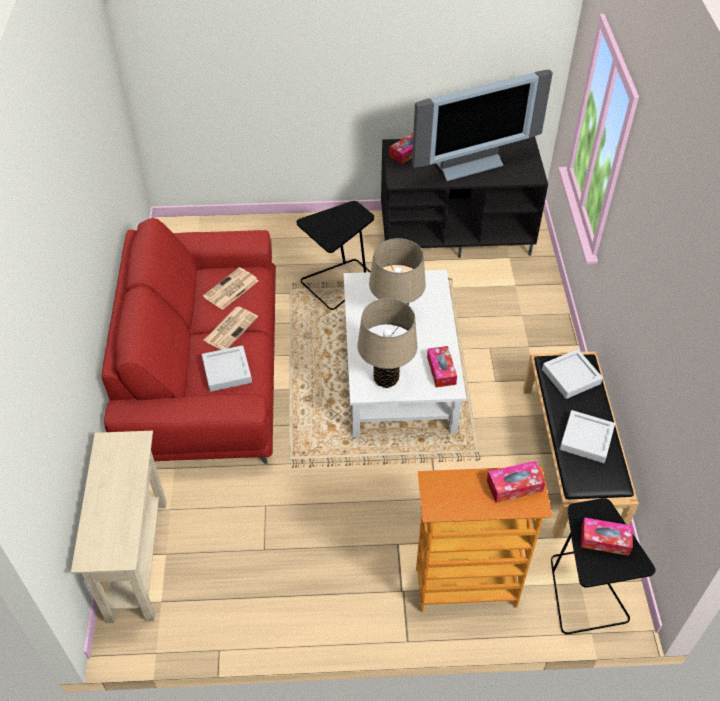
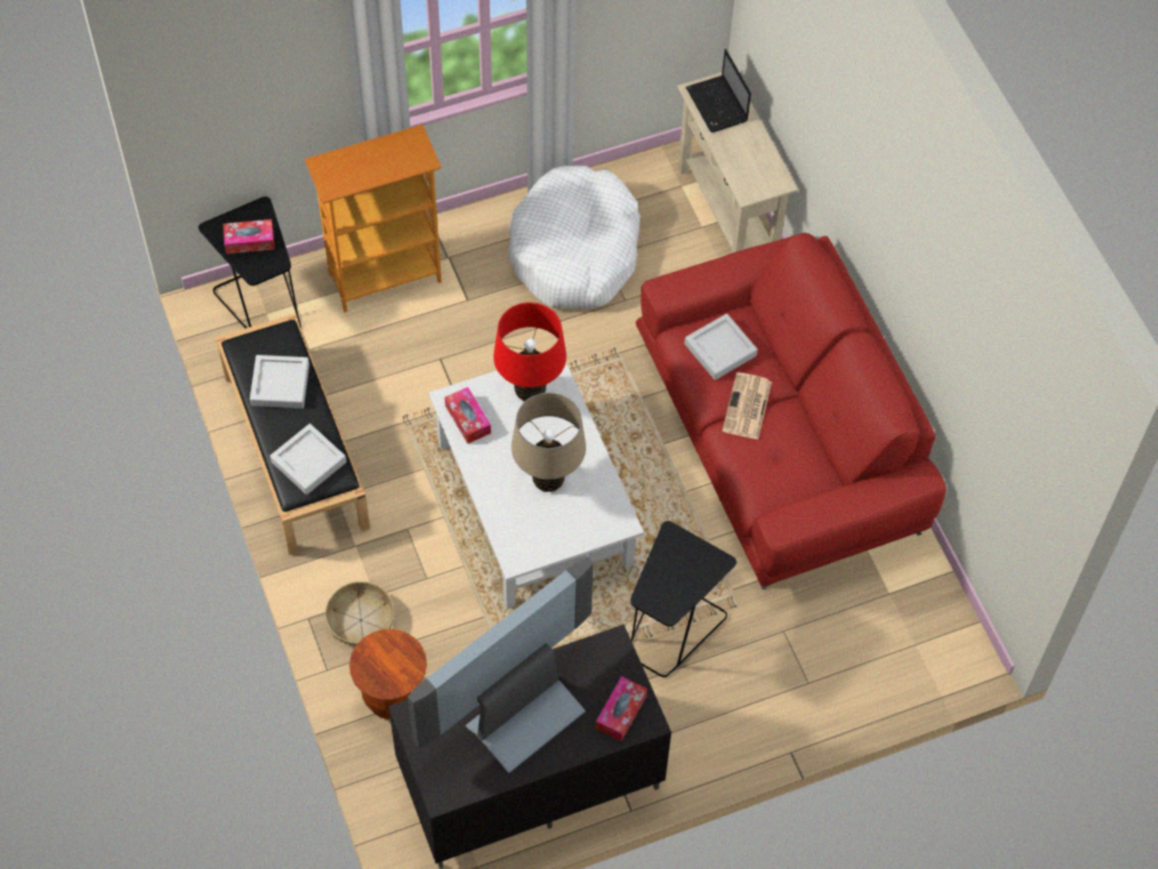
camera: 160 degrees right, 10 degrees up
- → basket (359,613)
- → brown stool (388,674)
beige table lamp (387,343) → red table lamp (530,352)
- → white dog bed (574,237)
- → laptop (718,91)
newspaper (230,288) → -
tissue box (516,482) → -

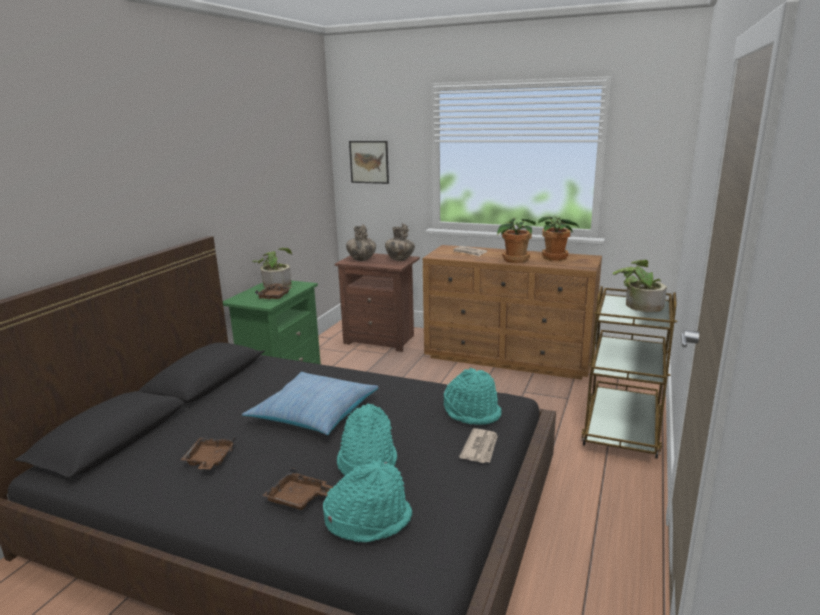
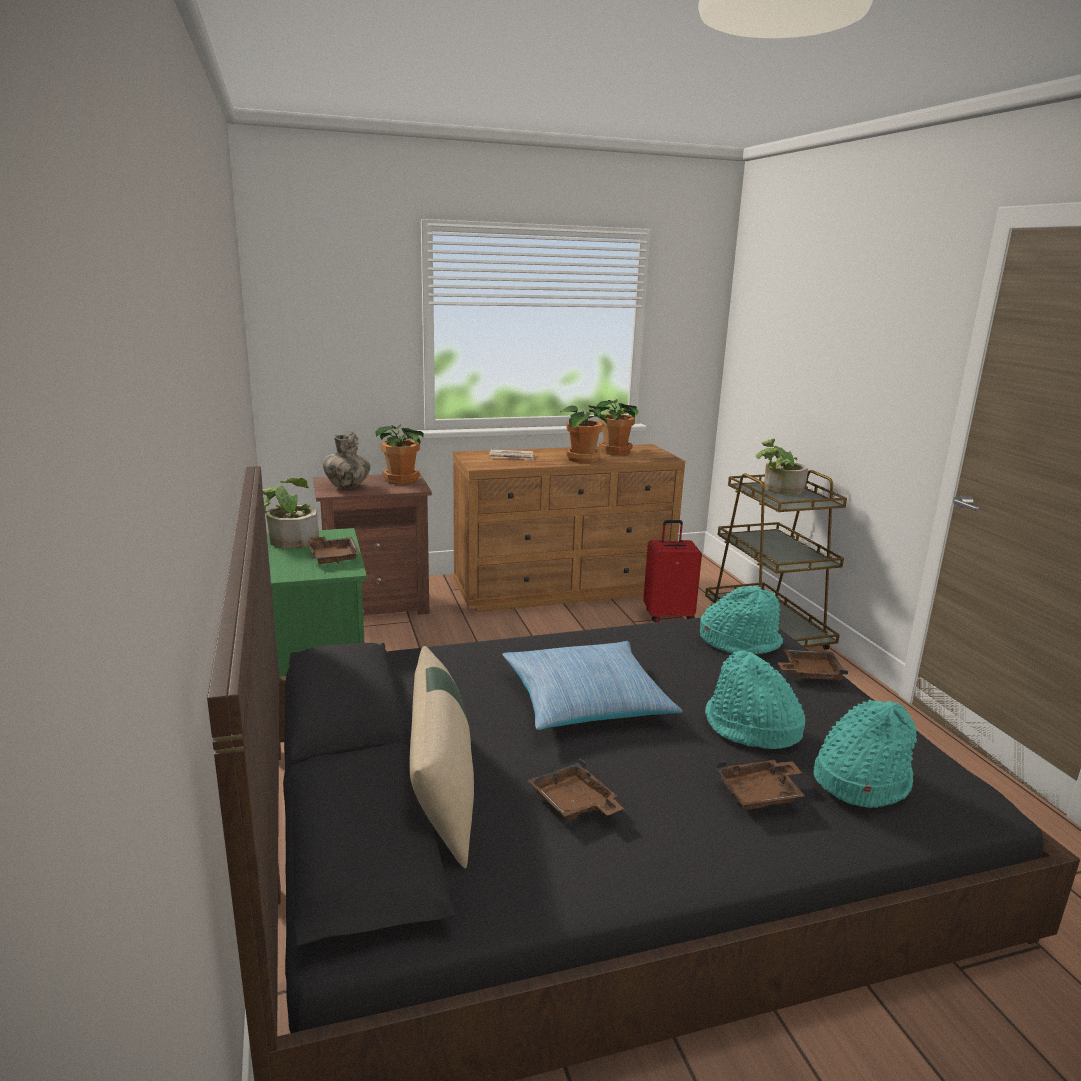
camera: 40 degrees left, 0 degrees up
vase (400,242) → potted plant (400,454)
- → beige pillow (441,757)
- → red suitcase (672,571)
newspaper (478,445) → brown tray (813,664)
picture (369,162) → -

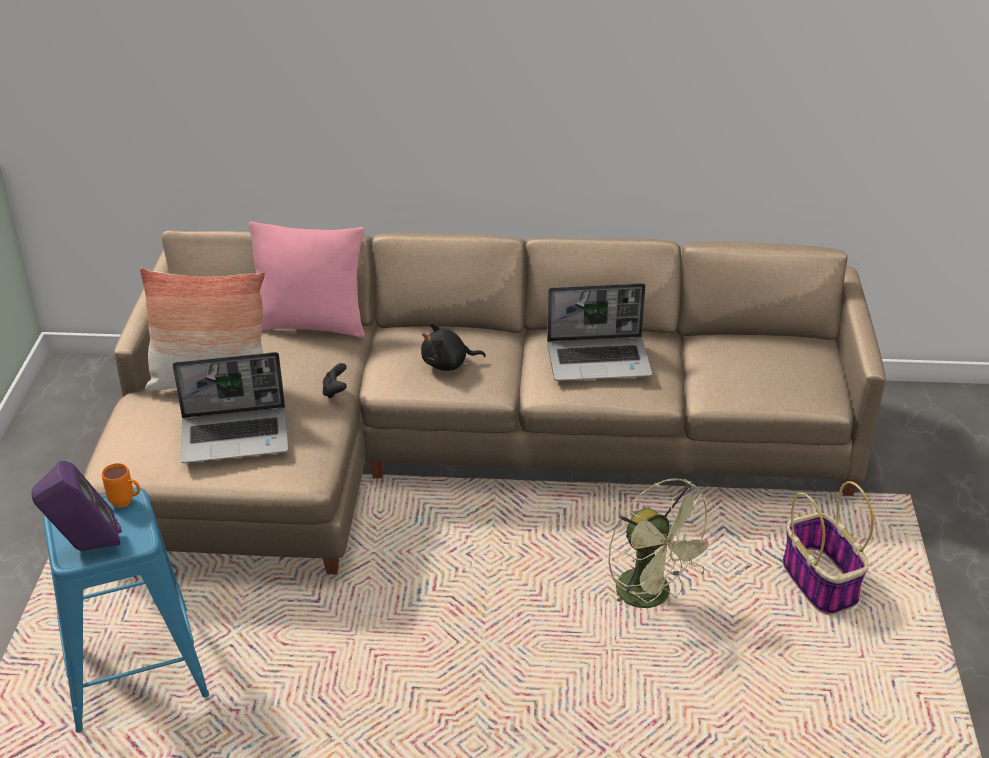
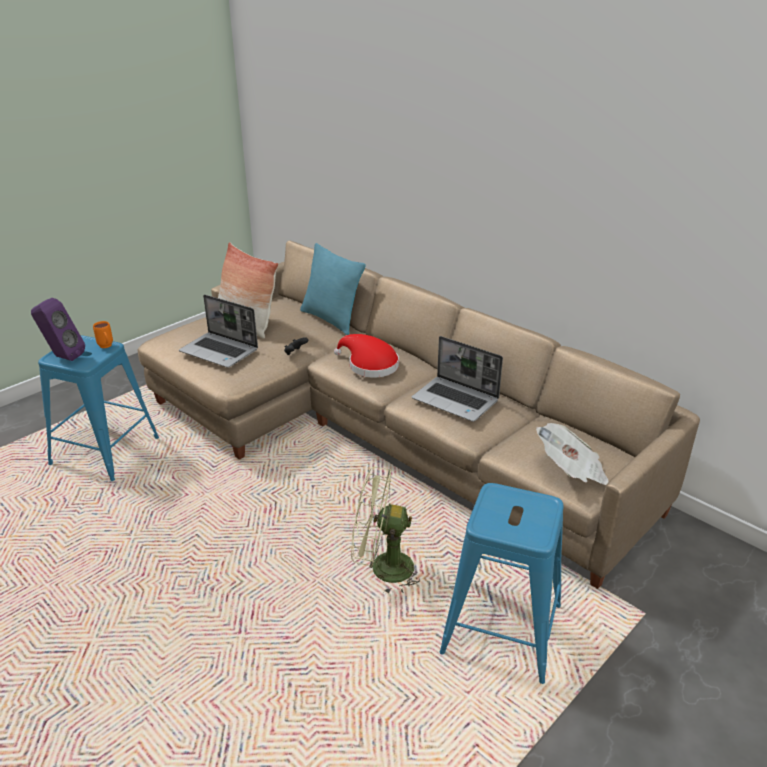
camera: 40 degrees right, 5 degrees down
pink pillow (307,279) → turquoise pillow (333,289)
black plush toy (453,347) → red hat (366,356)
green fan (664,543) → green fan (388,530), 90 degrees clockwise
basket (828,548) → blue stool (502,583)
- → newspaper (572,454)

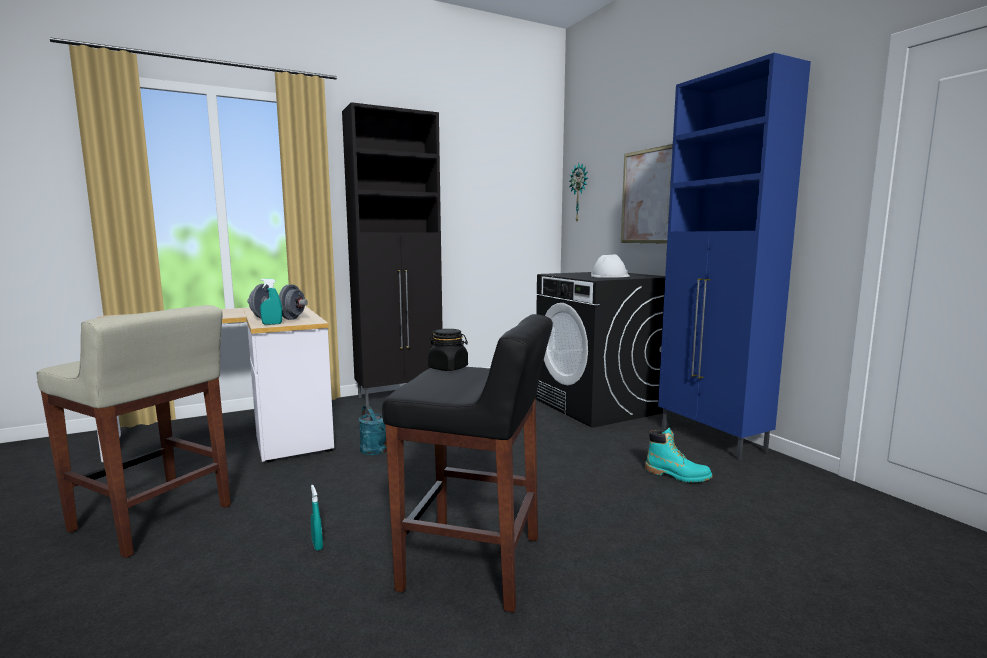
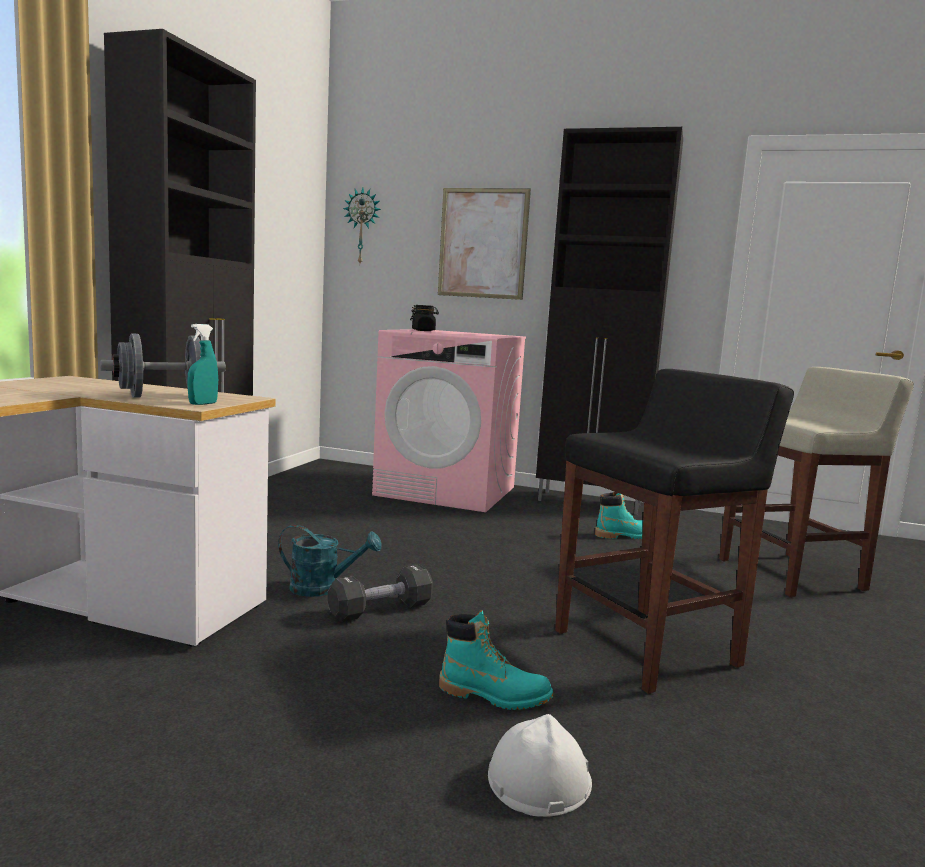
camera: 45 degrees left, 0 degrees up
- → black dumbbell (380,593)
black washing machine (600,350) → pink washing machine (449,420)
black jar (448,350) → black jar (424,318), move
turquoise spray bottle (317,518) → turquoise boot (496,660)
white hard hat (610,266) → white hard hat (540,765), move
blue cabinet (734,257) → black cabinet (609,321)
beige stool (134,431) → beige stool (816,482), move

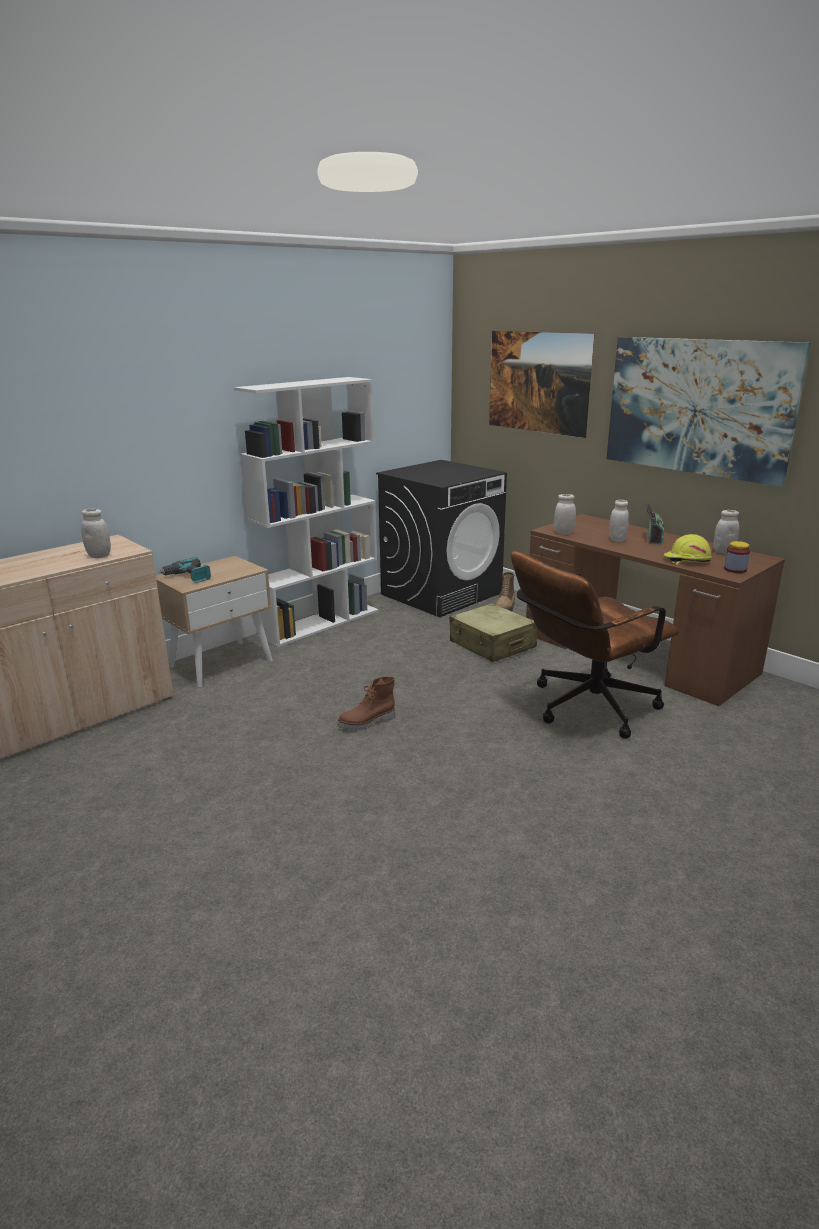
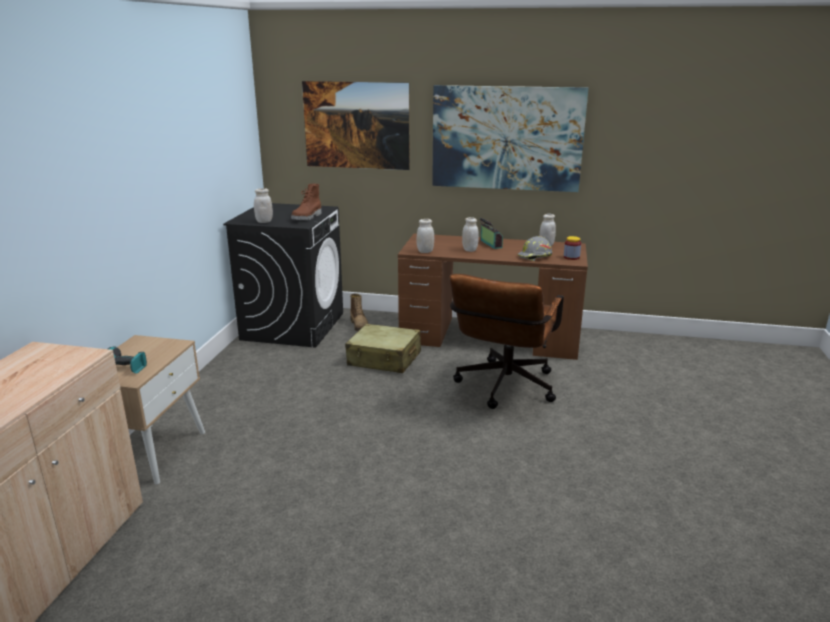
camera: 35 degrees left, 0 degrees up
white jar (96,533) → white jar (263,205), move
brown boot (366,703) → brown boot (306,201), move
yellow hard hat (687,549) → grey hard hat (534,248)
white bookcase (306,512) → -

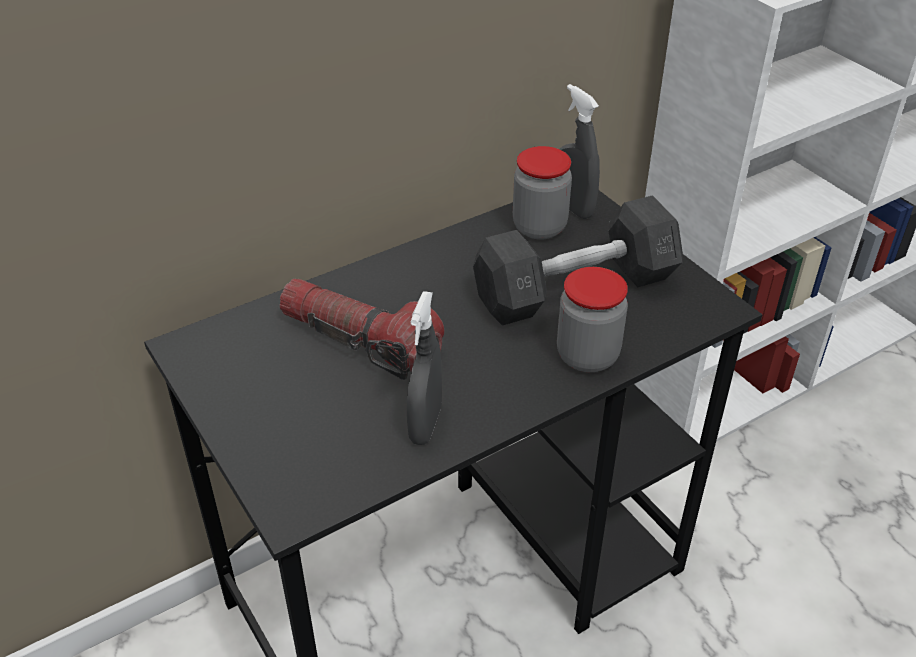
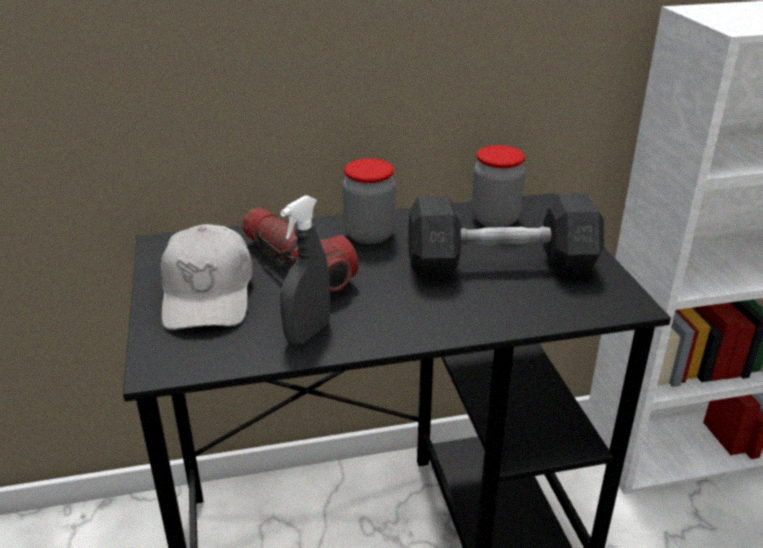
camera: 20 degrees right, 10 degrees down
- → white cap (206,277)
jar (592,319) → jar (369,201), move
grey spray bottle (580,151) → -

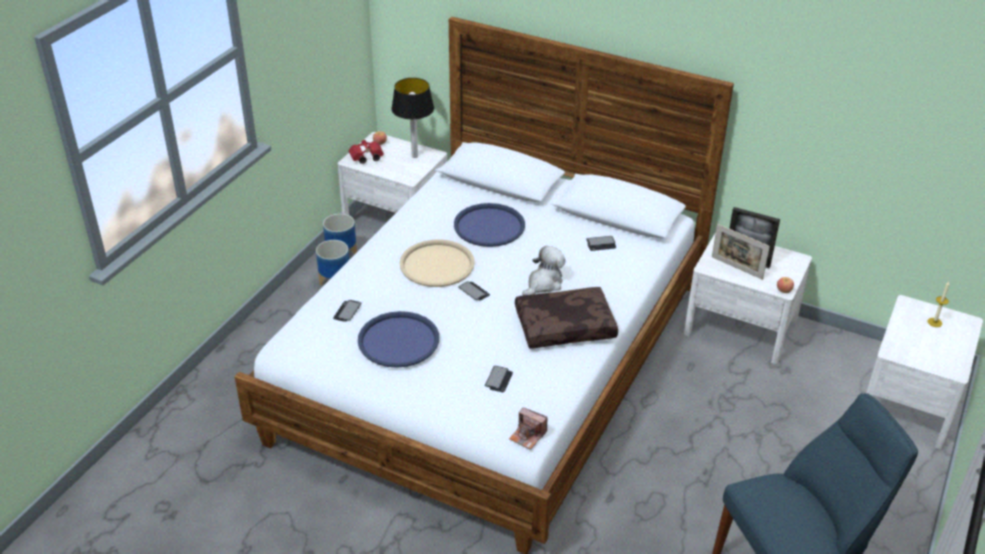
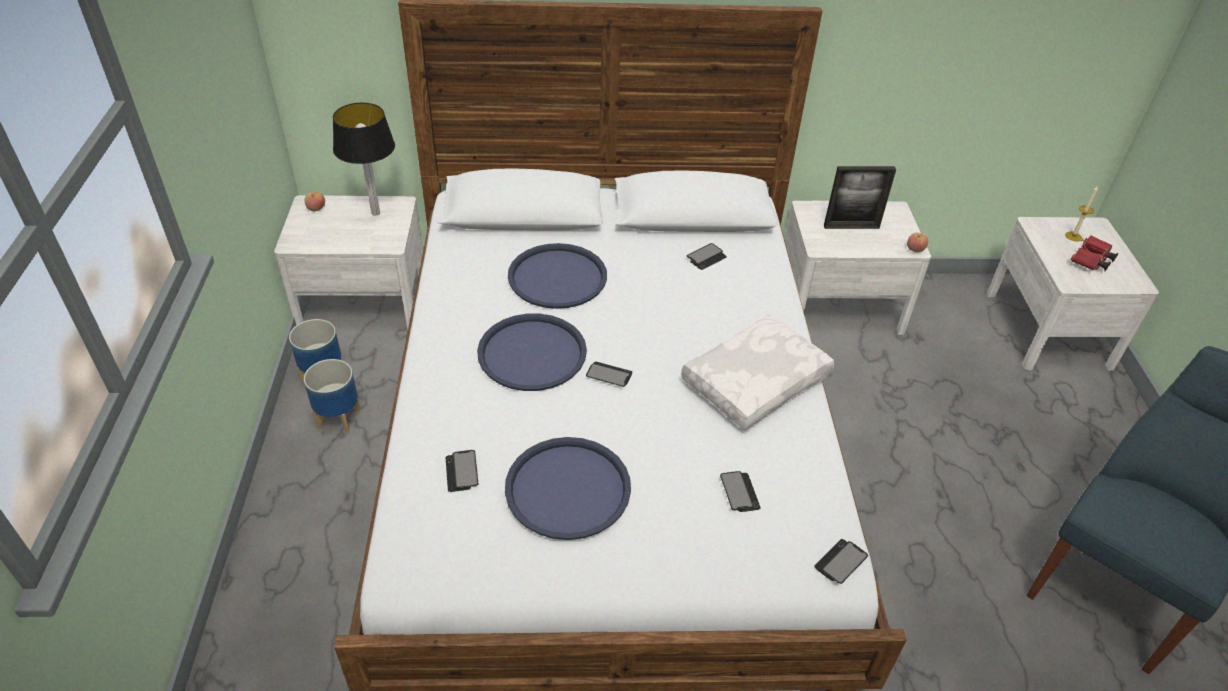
camera: 30 degrees left, 5 degrees up
beige tray (437,263) → blue tray (532,352)
brown pillow (566,317) → white pillow (757,372)
photo camera (528,428) → phone (841,561)
red binoculars (366,152) → red binoculars (1094,253), move
plush toy (543,270) → -
picture frame (741,252) → -

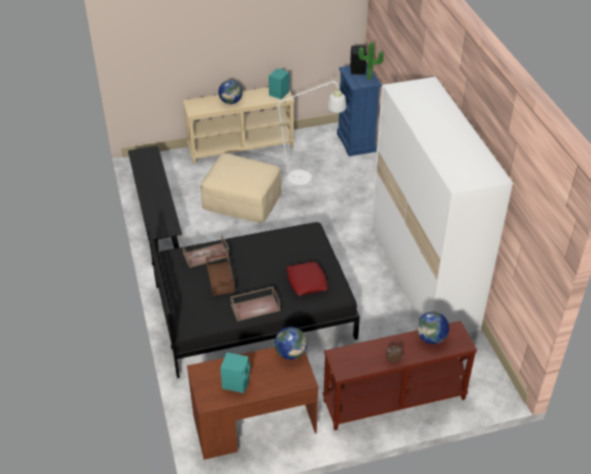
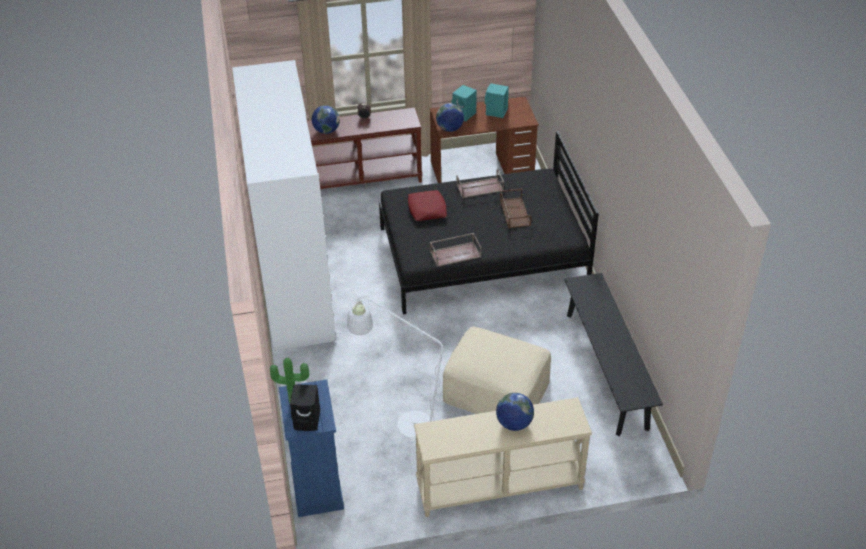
camera: 175 degrees left, 0 degrees up
brown tray (206,251) → brown tray (455,250), move
turquoise speaker (279,83) → turquoise speaker (464,103), move

